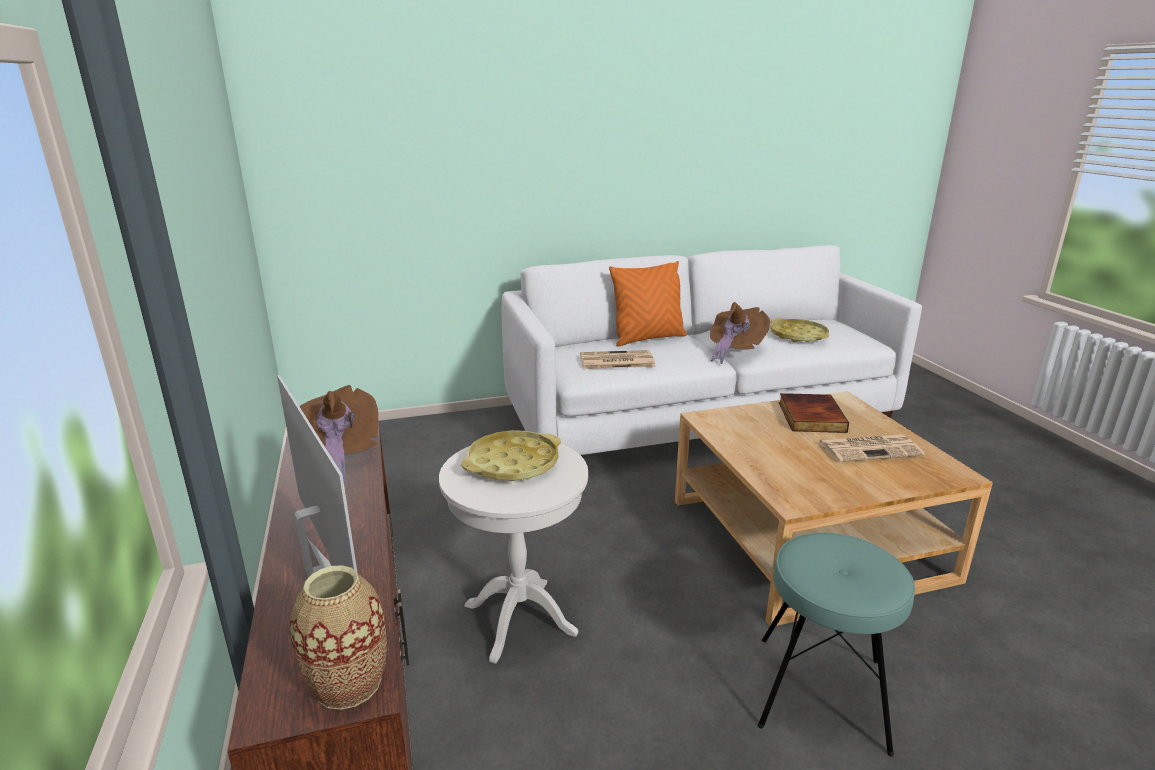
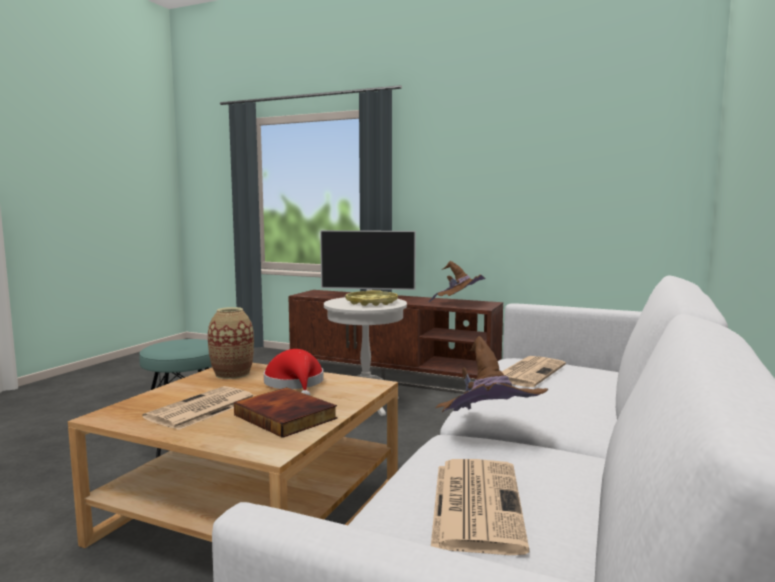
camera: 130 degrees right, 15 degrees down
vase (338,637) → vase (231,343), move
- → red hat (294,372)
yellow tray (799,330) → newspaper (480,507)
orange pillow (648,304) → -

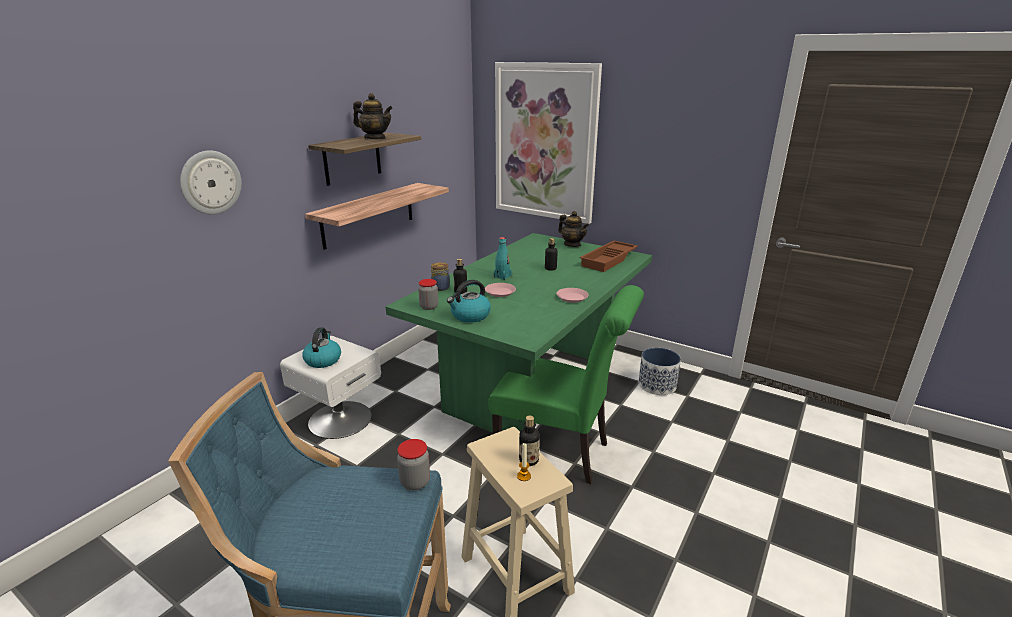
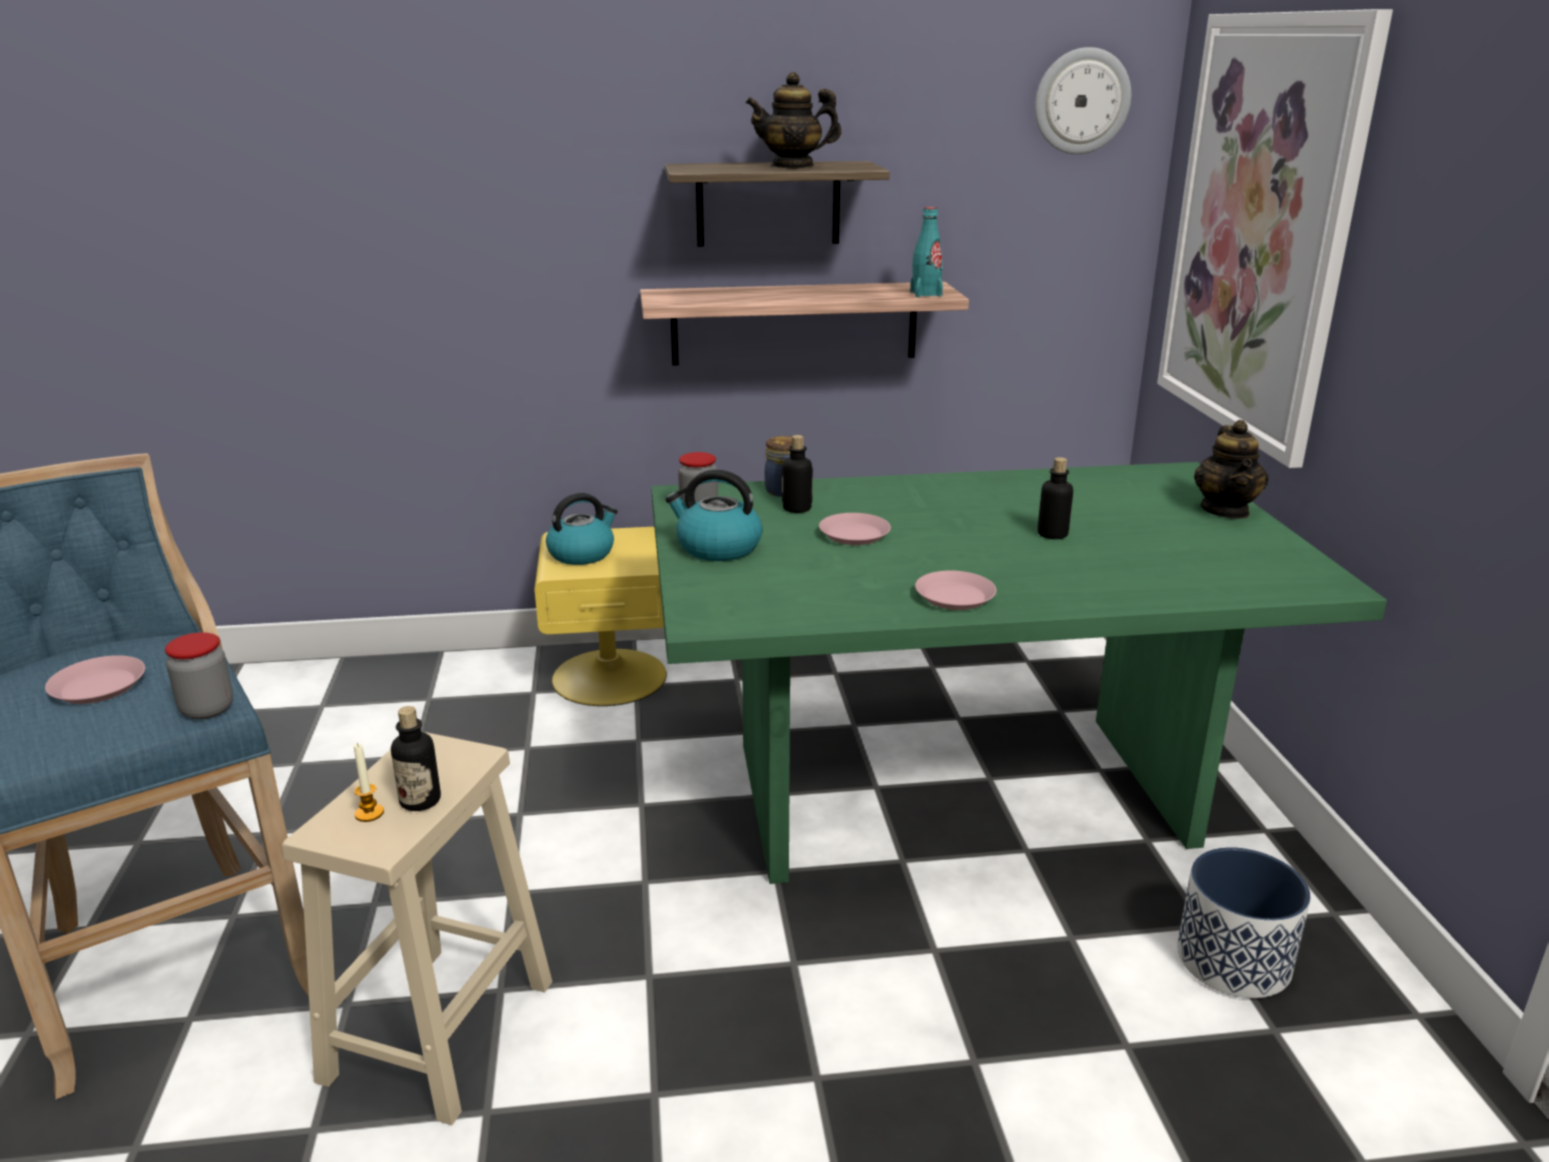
camera: 50 degrees right, 0 degrees up
- → pink plate (95,679)
white nightstand (330,387) → yellow nightstand (600,616)
teapot (373,116) → teapot (793,120), 105 degrees clockwise
turquoise bottle (503,258) → turquoise bottle (926,252), move
wall clock (211,182) → wall clock (1083,100), move
green chair (566,384) → -
brown tray (609,256) → -

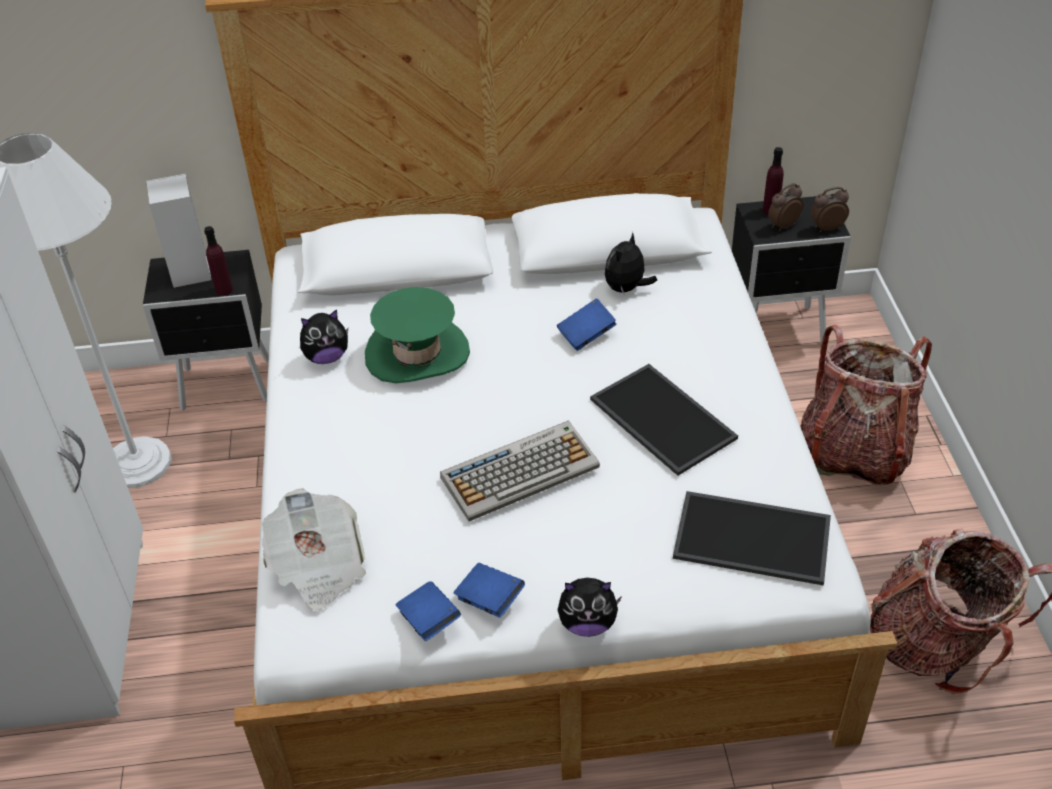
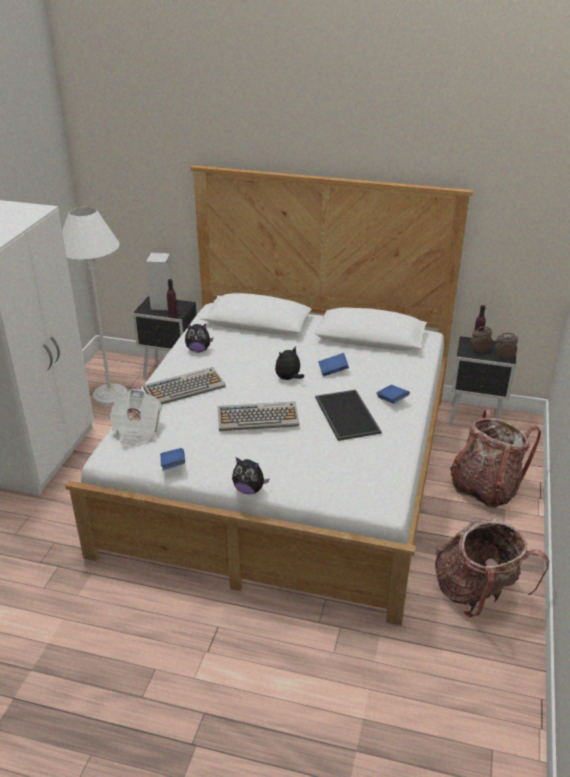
camera: 20 degrees right, 10 degrees down
- → keyboard (184,386)
plush toy (631,263) → plush toy (289,363), move
blue book (489,590) → blue book (393,394), move
green hat (417,335) → -
tray (752,538) → -

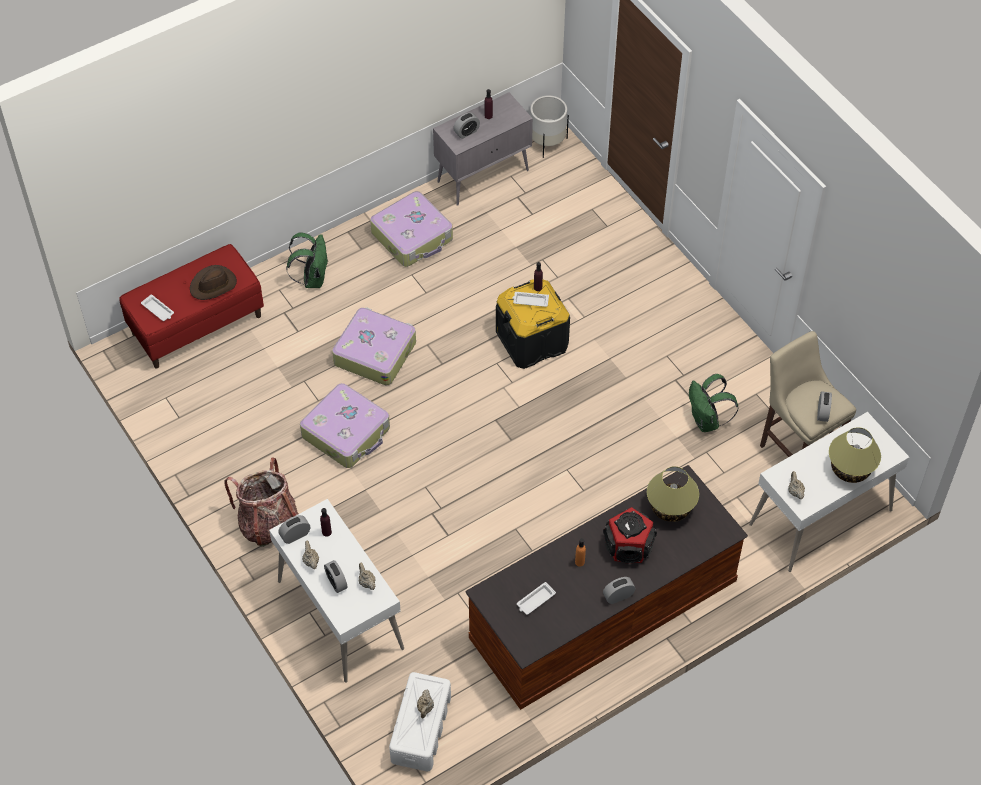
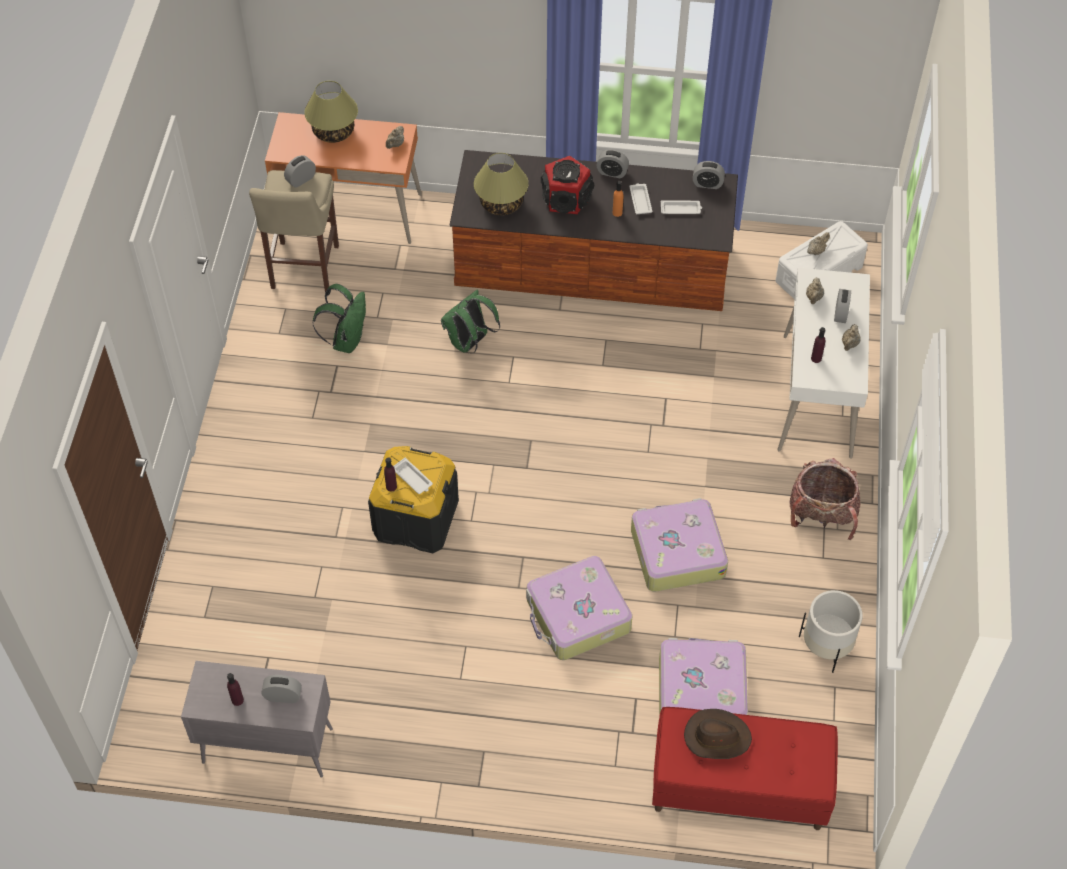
camera: 140 degrees left, 0 degrees up
white desk (829,492) → orange desk (343,178)
green backpack (307,260) → green backpack (470,322), move
white tray (157,307) → white tray (640,198), move
suitcase (411,229) → suitcase (703,677), move
alarm clock (294,529) → alarm clock (709,175), move
white planter (549,126) → white planter (831,631), move

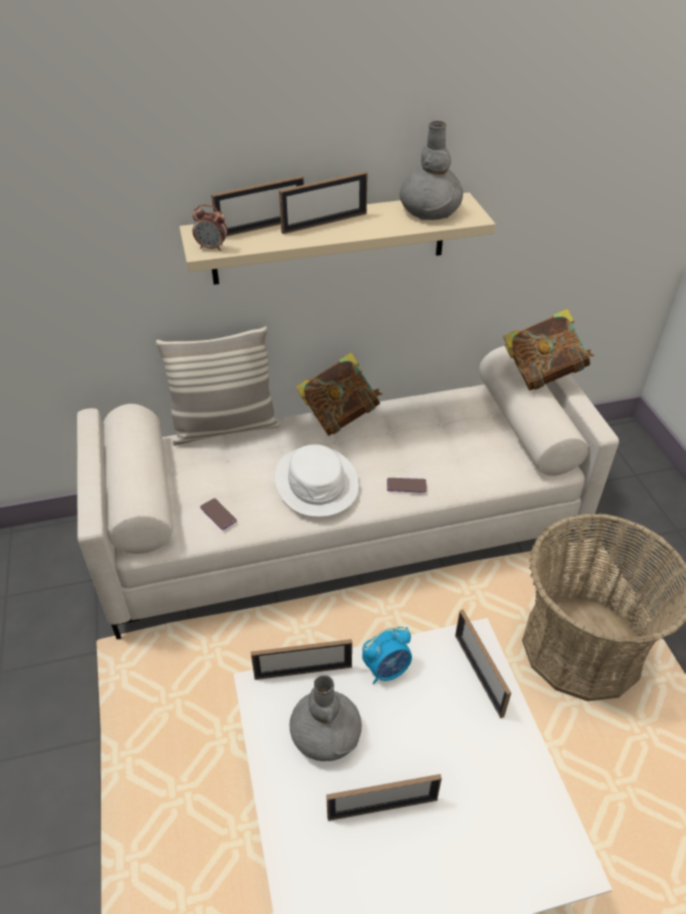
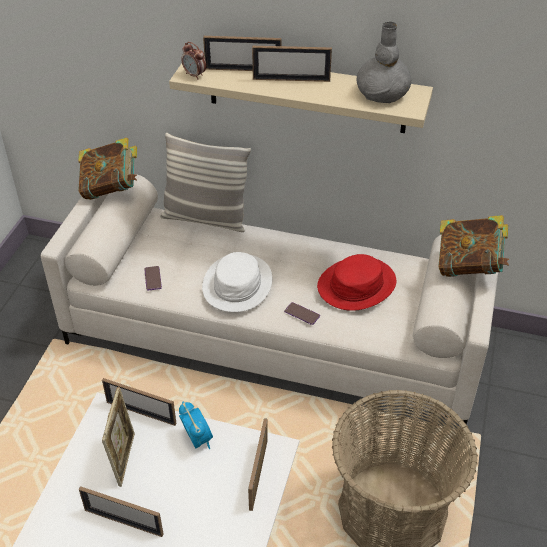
camera: 30 degrees right, 0 degrees up
book (339,394) → book (107,168), move
grey vase (326,718) → picture frame (118,437)
alarm clock (387,655) → alarm clock (196,425), 120 degrees counterclockwise
- → red hat (356,282)

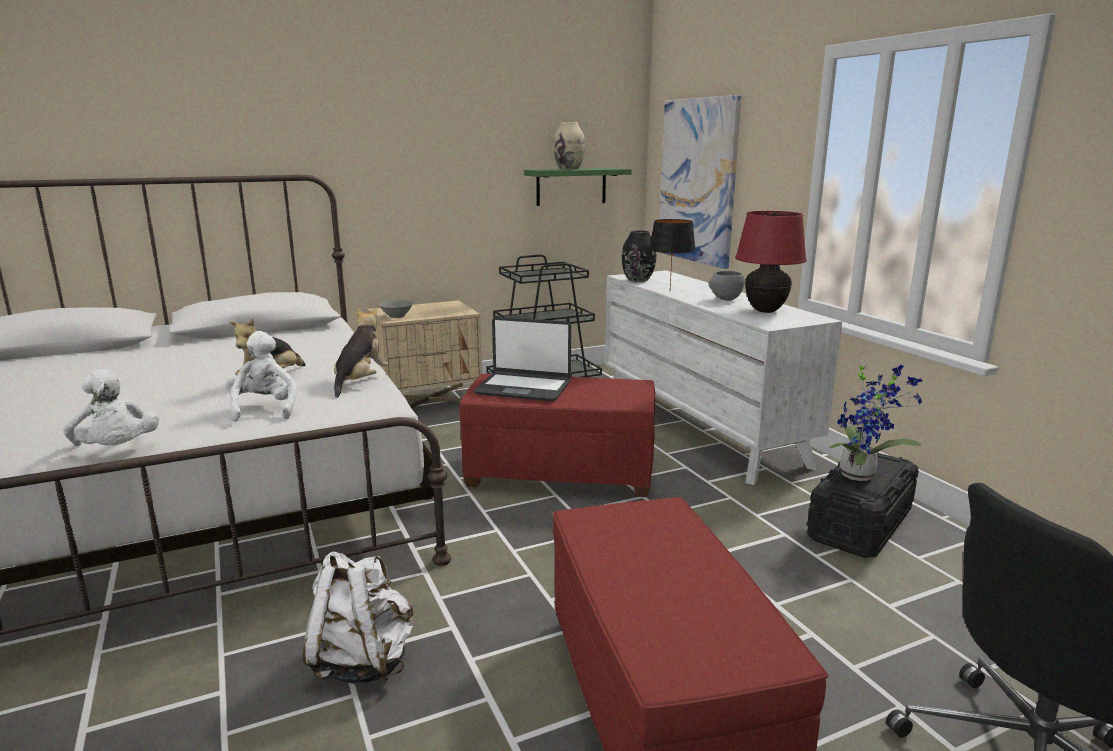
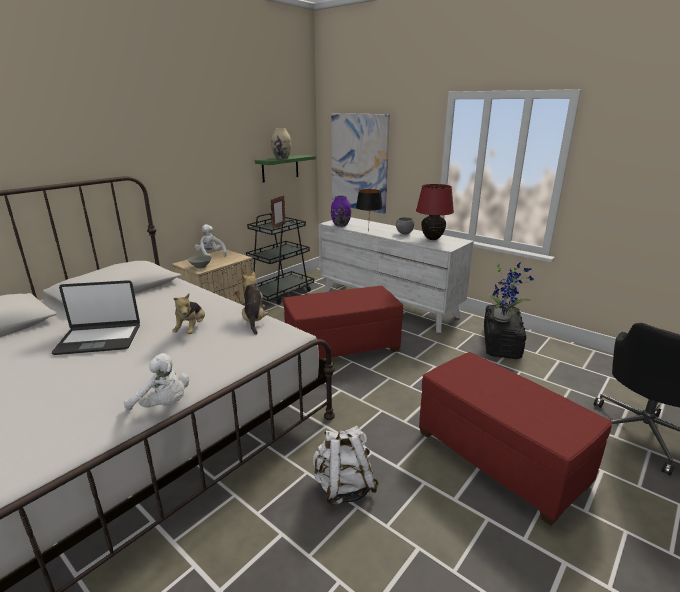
camera: 25 degrees left, 5 degrees up
laptop (522,359) → laptop (96,317), move
white plush toy (261,376) → white plush toy (211,240), move
- → picture frame (278,212)
black vase (639,256) → purple vase (341,211)

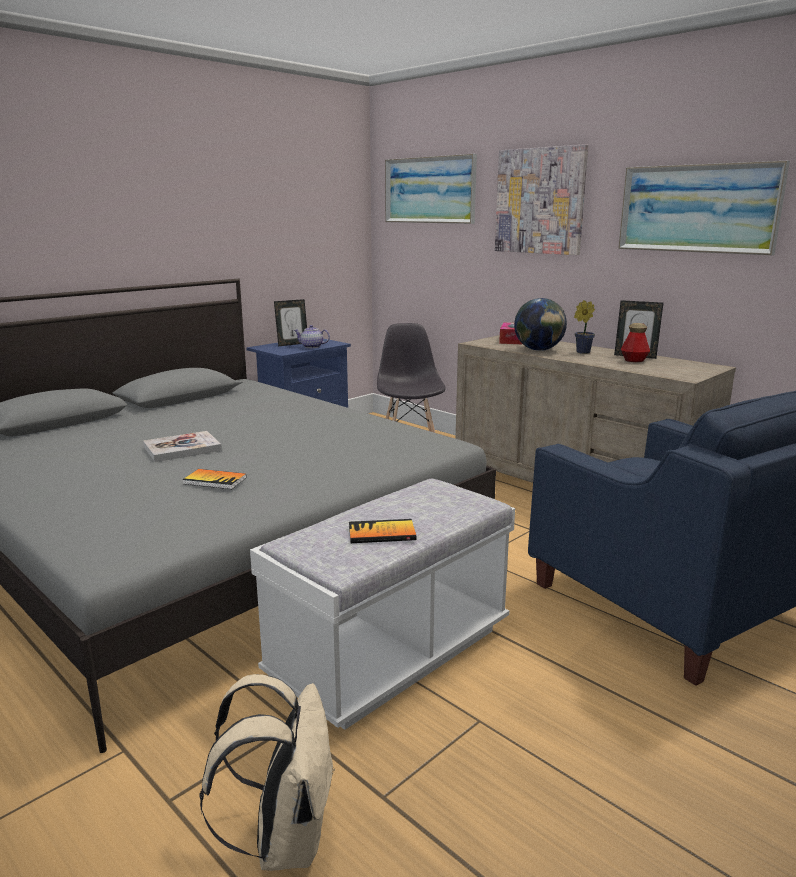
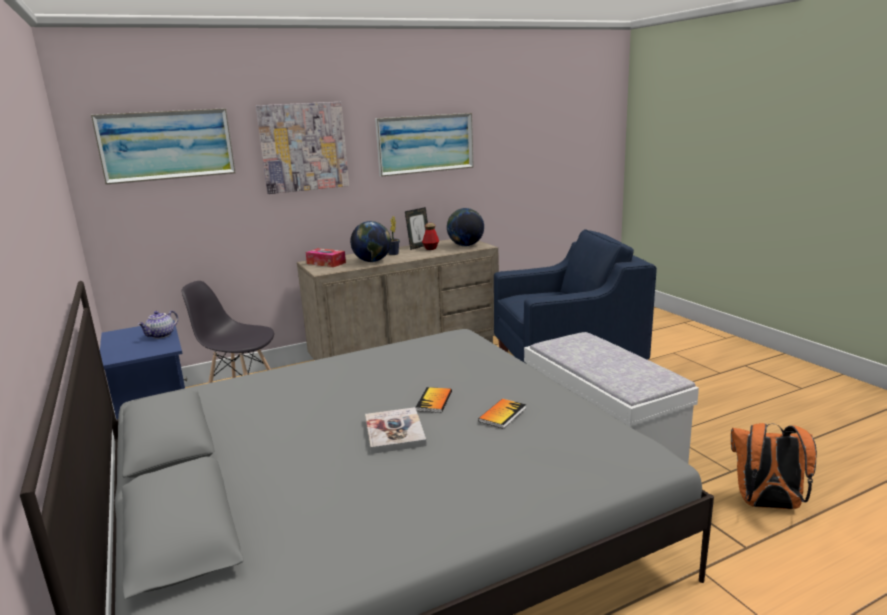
camera: 70 degrees left, 0 degrees up
book (382,531) → book (433,400), move
- → globe (465,227)
beige backpack (267,772) → orange backpack (774,466)
picture frame (290,322) → -

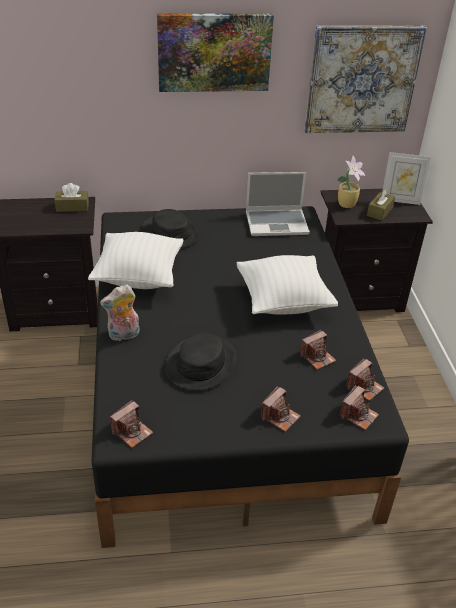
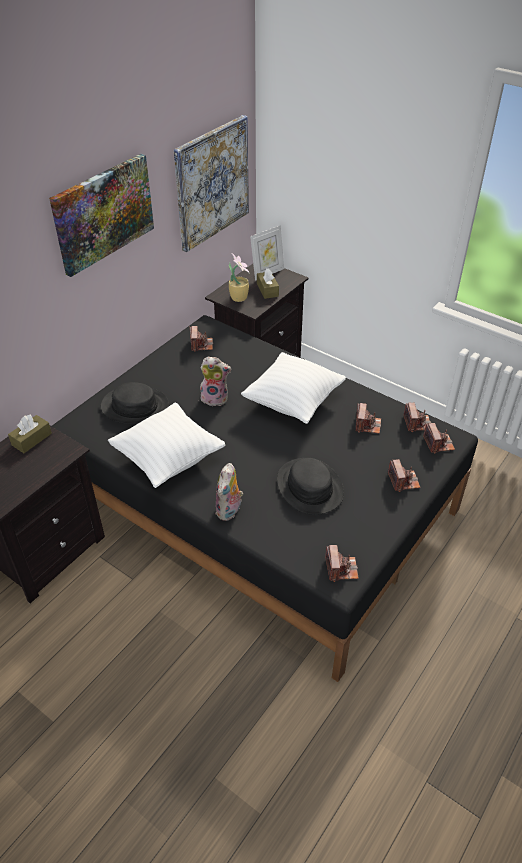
camera: 45 degrees left, 5 degrees up
laptop (278,204) → photo camera (201,339)
- → plush toy (216,381)

